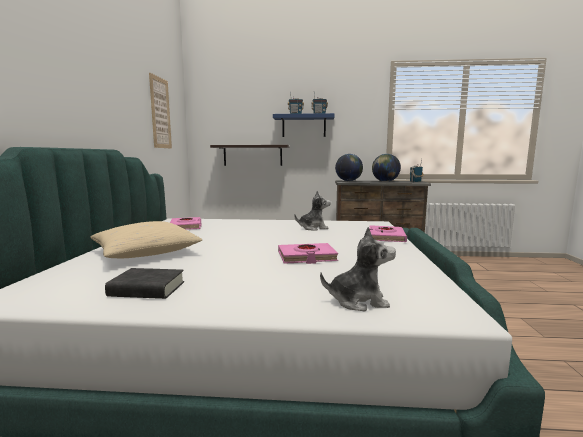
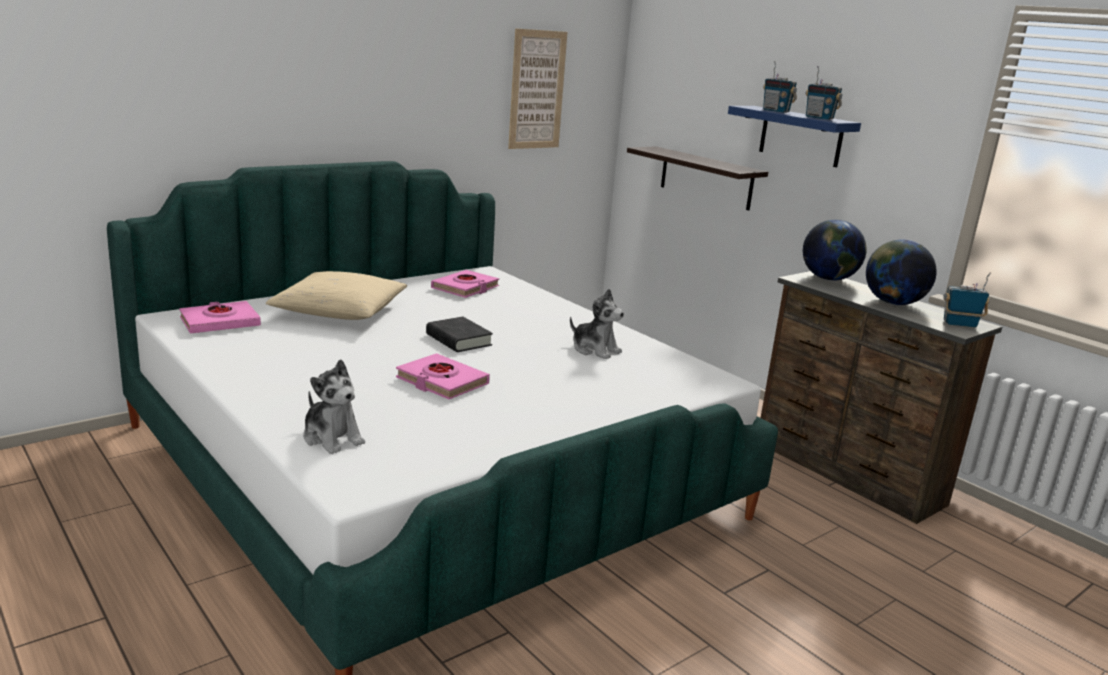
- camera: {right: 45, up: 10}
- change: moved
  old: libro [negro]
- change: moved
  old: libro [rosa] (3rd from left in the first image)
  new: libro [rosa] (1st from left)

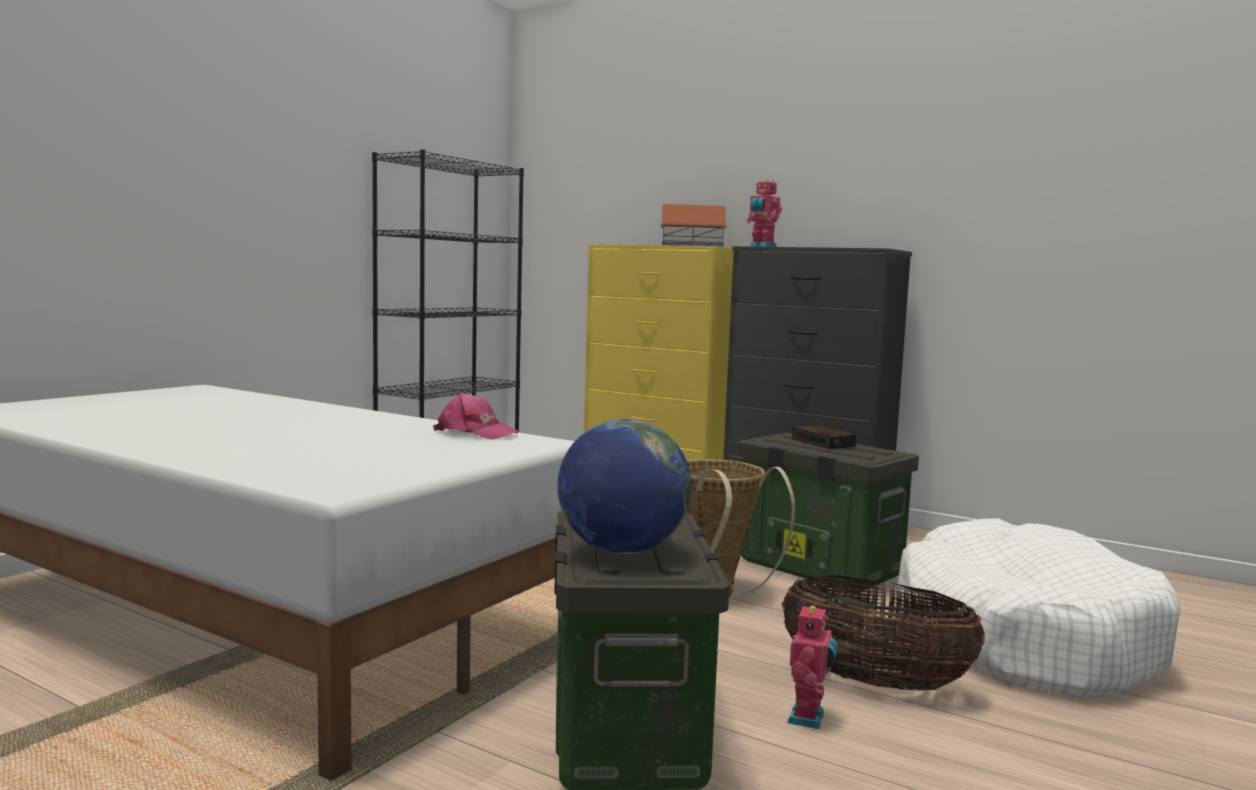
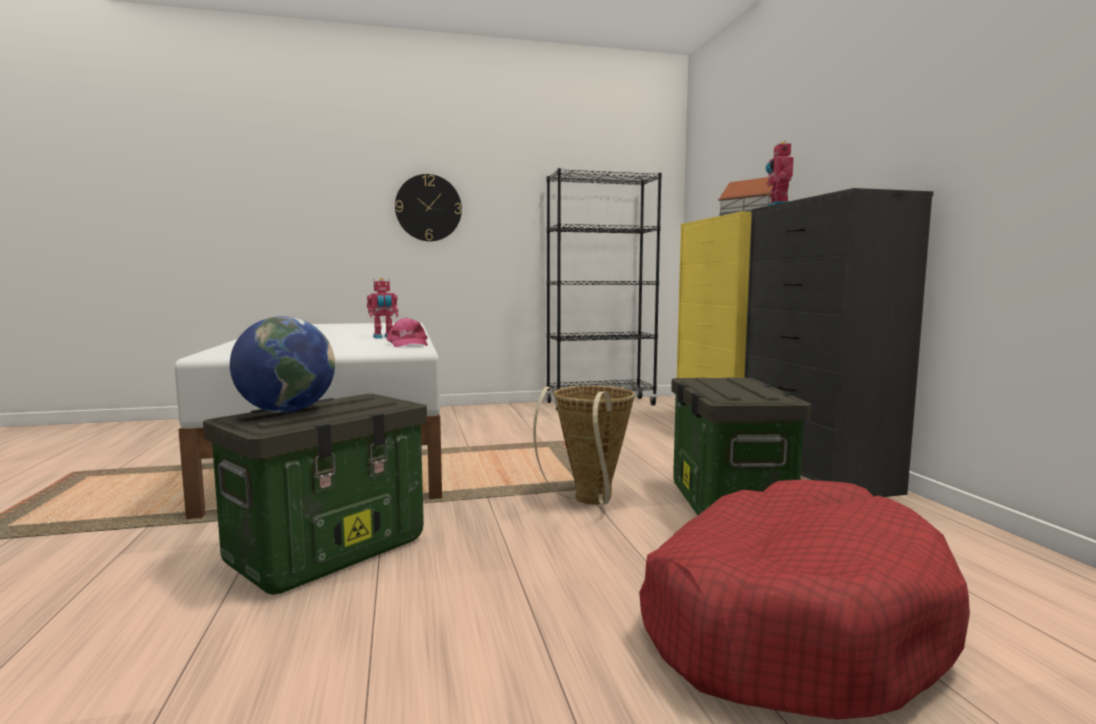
- camera: {right: 45, up: 0}
- change: removed
  old: cesta (2nd from left)
- change: removed
  old: despertador
- change: added
  new: reloj de pared
- change: moved
  old: robot de juguete (2nd from left in the first image)
  new: robot de juguete (1st from left)
- change: recoloured
  old: cama para perro [blanco]
  new: cama para perro [rojo]

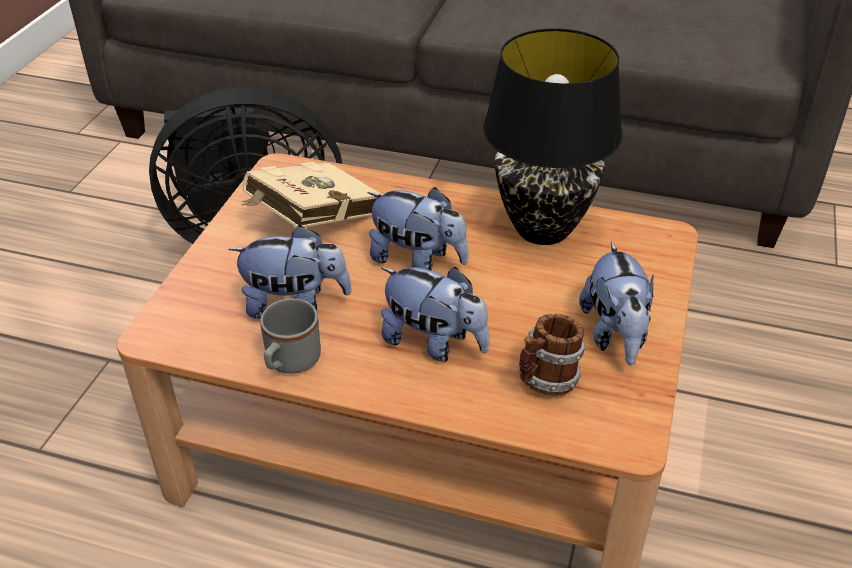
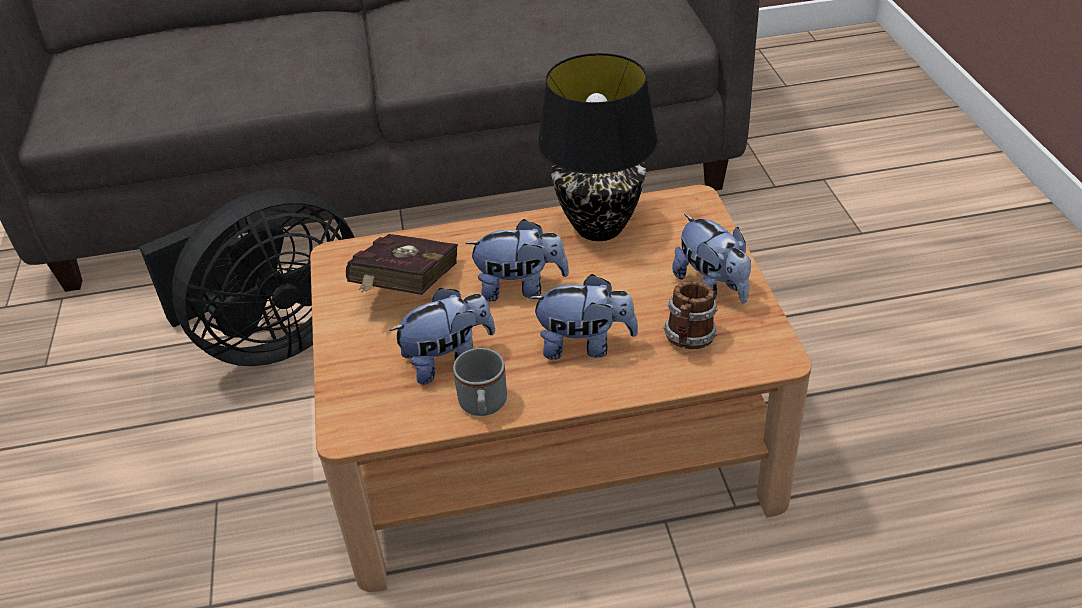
- camera: {right: -25, up: 0}
- change: recoloured
  old: libro [beis]
  new: libro [rojo]

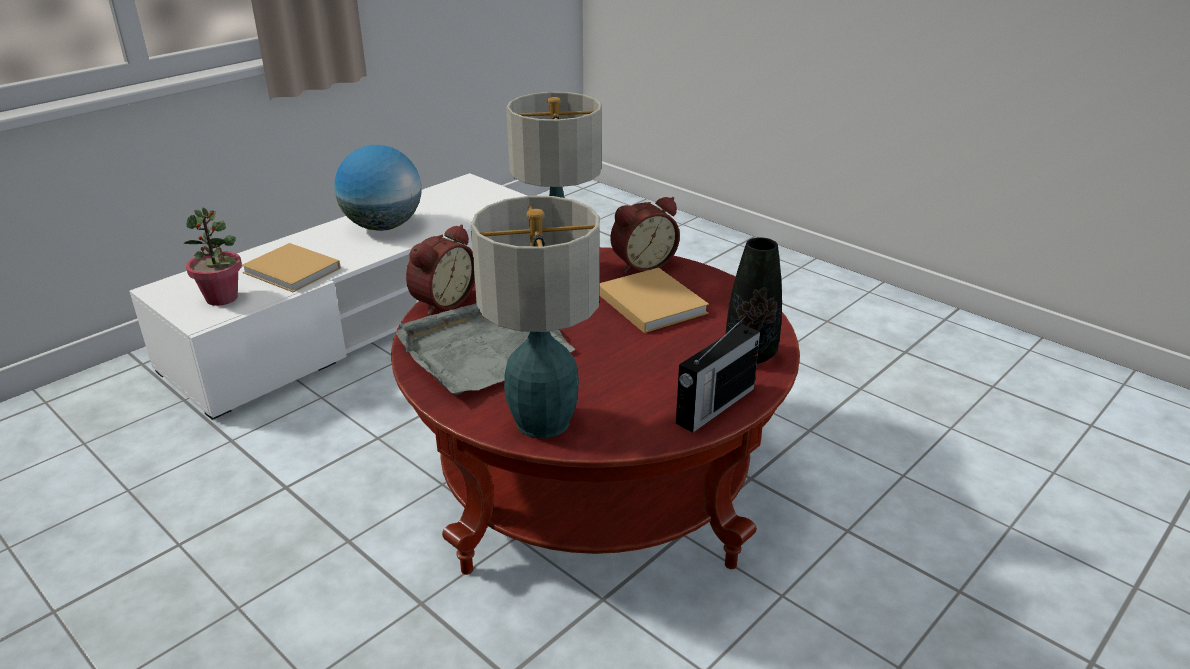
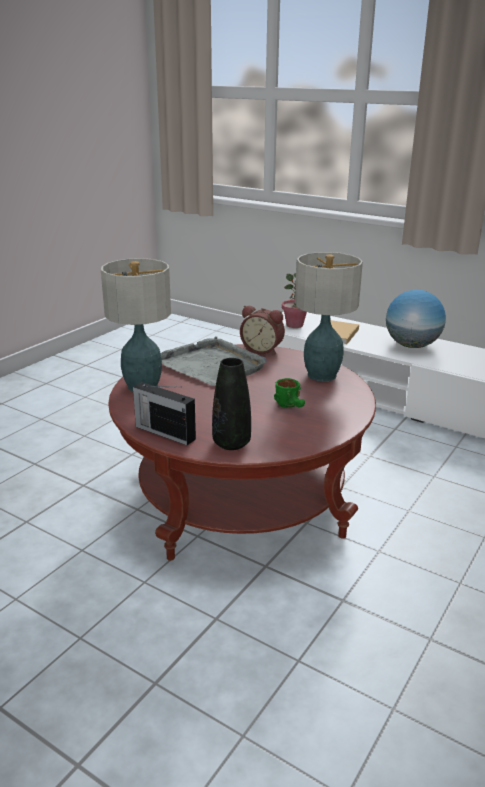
- camera: {right: 80, up: -5}
- change: removed
  old: despertador (2nd from left)
- change: replaced
  old: libro [beis] (2nd from left)
  new: taza grande [verde]

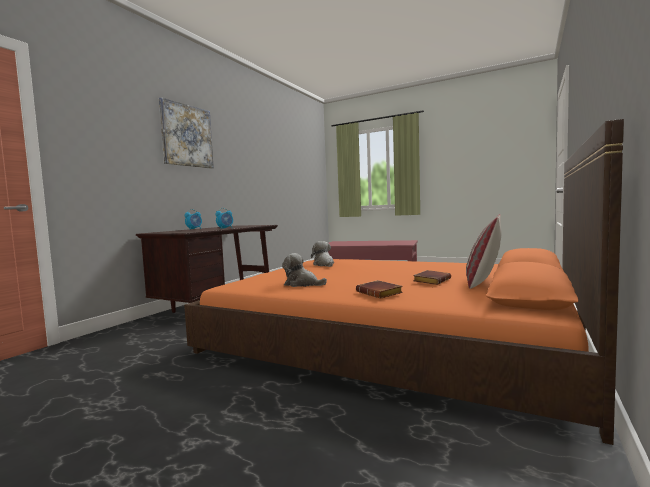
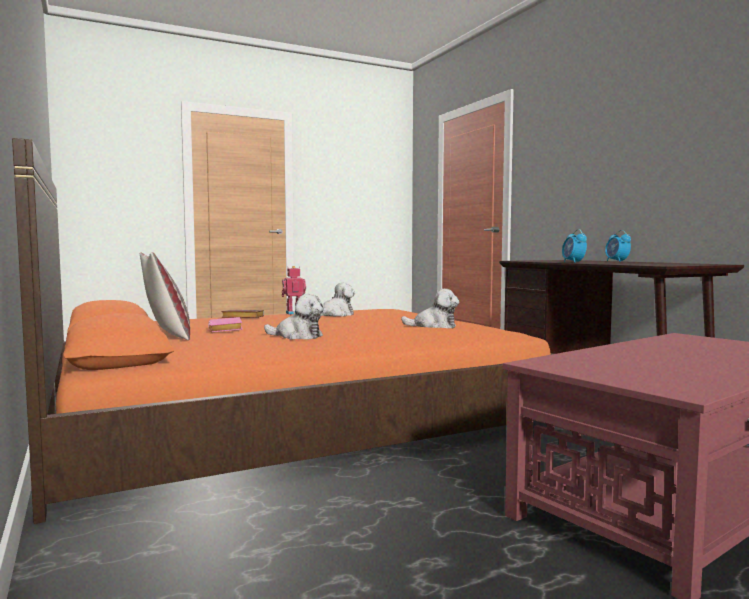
- camera: {right: 125, up: 0}
- change: removed
  old: cuadro
- change: added
  new: peluche (1st from left)
- change: added
  new: robot de juguete
- change: recoloured
  old: libro [marrón] (2nd from left)
  new: libro [rosa]

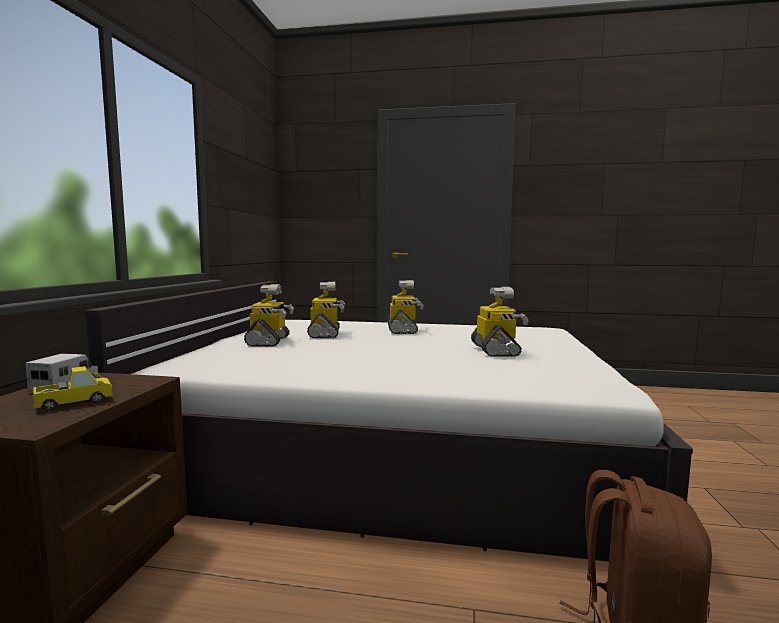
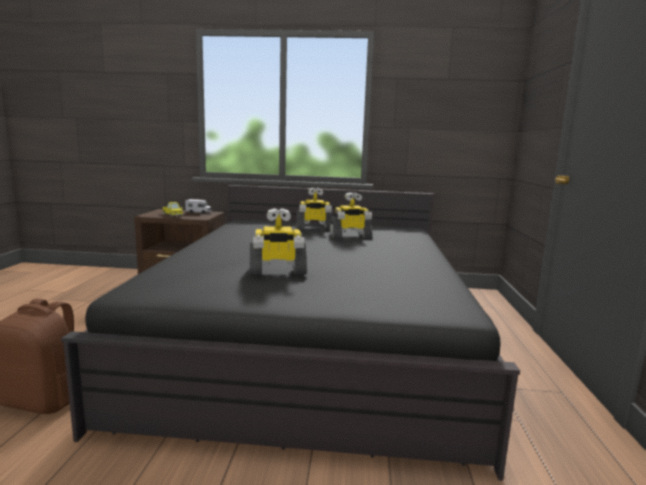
- camera: {right: 85, up: 5}
- change: removed
  old: robot de juguete (3rd from left)
- change: recoloured
  old: cama [blanco]
  new: cama [negro]

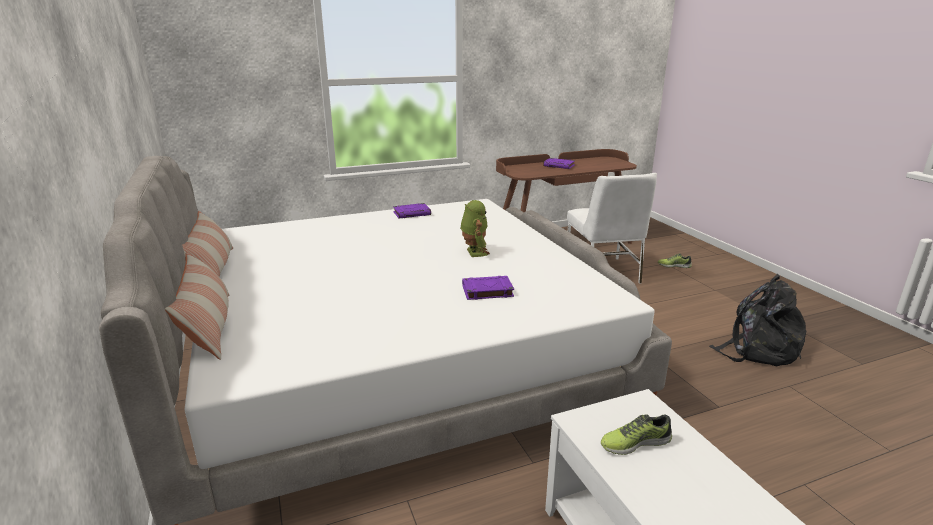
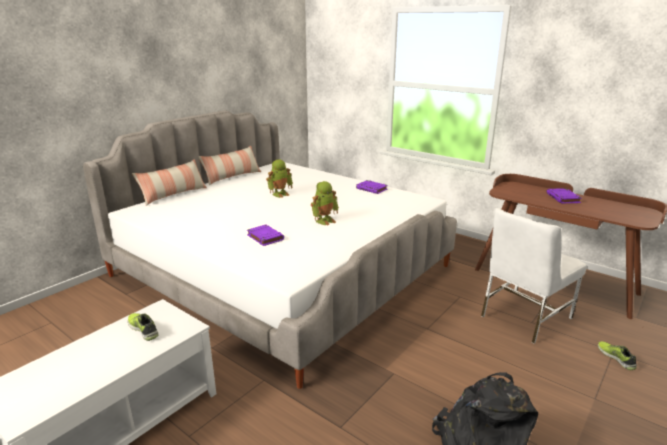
- camera: {right: 60, up: 0}
- change: added
  new: robot de juguete (1st from left)

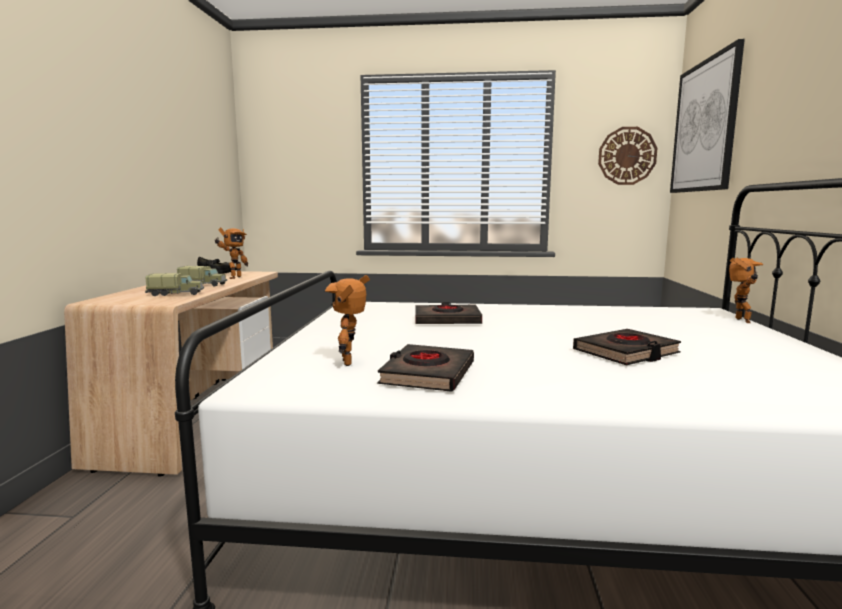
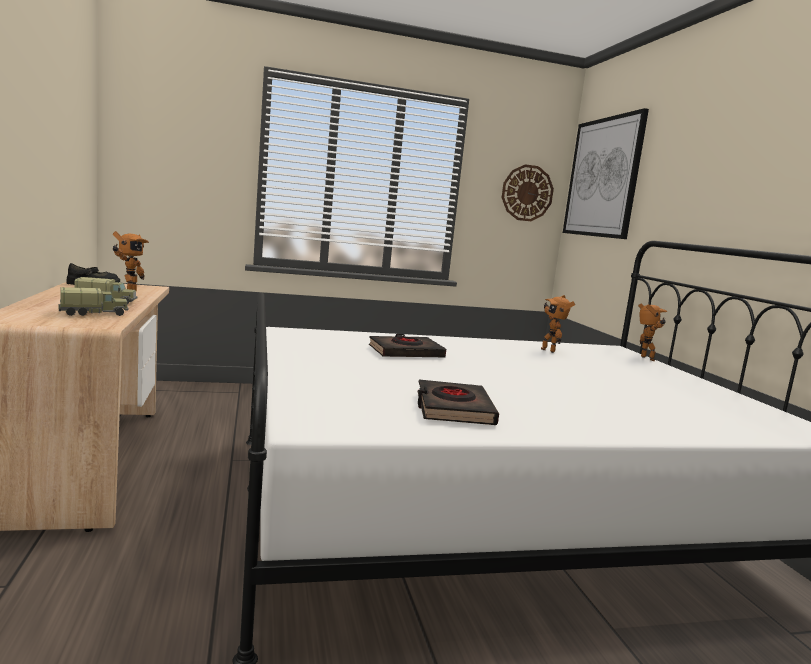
- camera: {right: -20, up: 0}
- change: removed
  old: libro [negro] (3rd from left)
- change: moved
  old: robot de juguete (2nd from left)

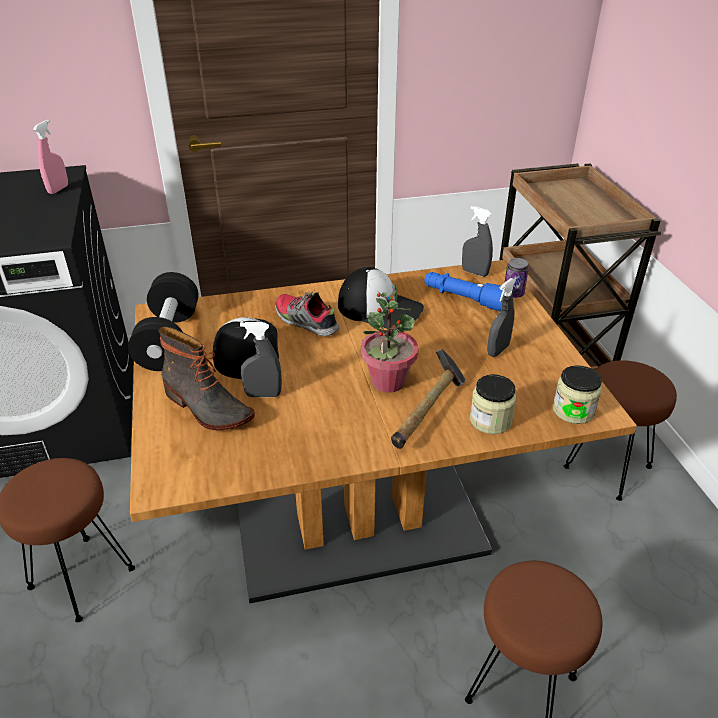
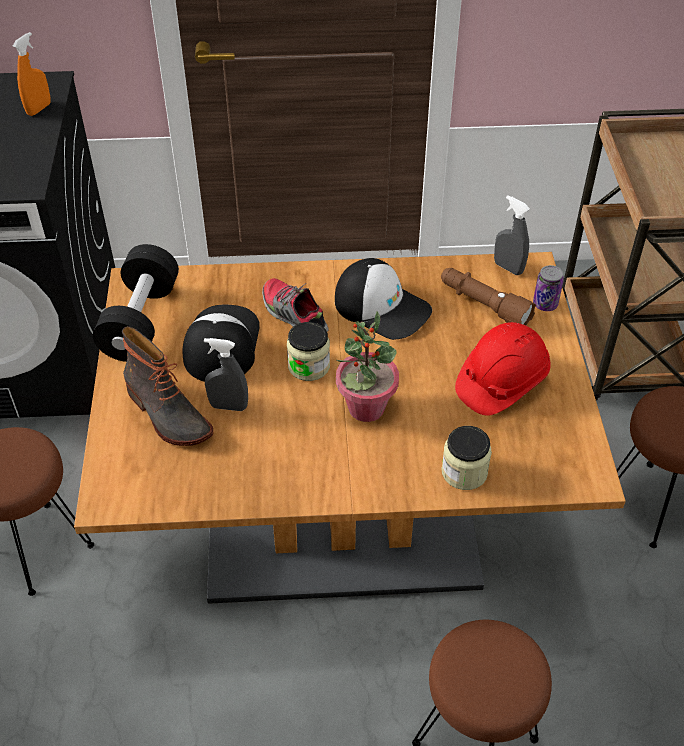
- camera: {right: 10, up: 10}
- change: removed
  old: martillo
- change: moved
  old: tarro (2nd from left in the first image)
  new: tarro (1st from left)
- change: replaced
  old: pulverizador [gris] (3rd from left)
  new: casco [rojo]
- change: recoloured
  old: pulverizador [rosa]
  new: pulverizador [naranja]
- change: recoloured
  old: linterna [azul]
  new: linterna [marrón]

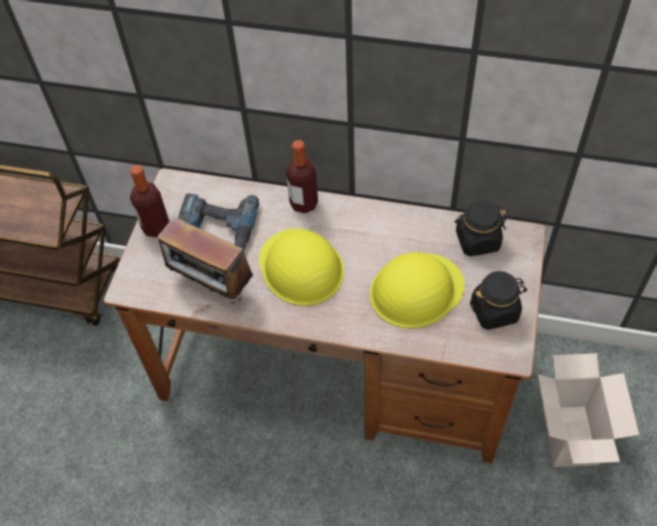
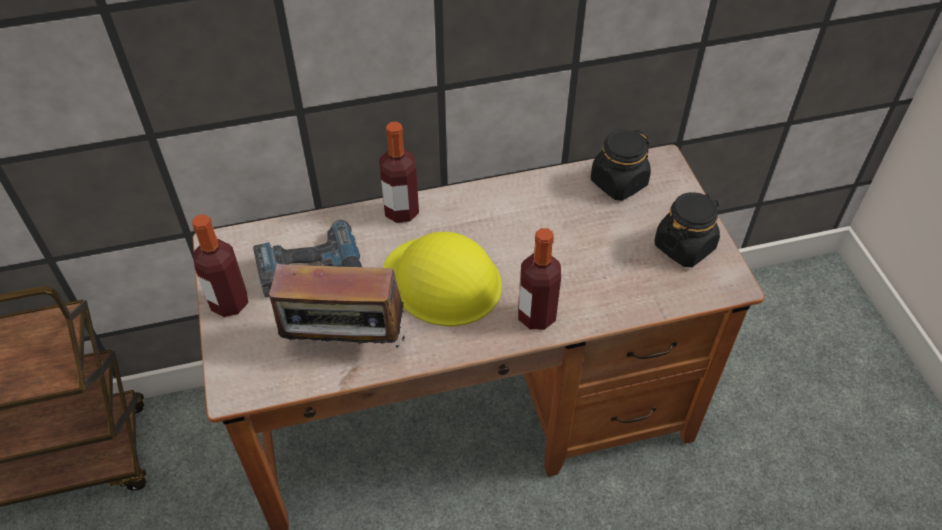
- camera: {right: -30, up: -5}
- change: removed
  old: casco [amarillo] (2nd from left)
- change: removed
  old: caja de cartón
- change: added
  new: botella (3rd from left)

